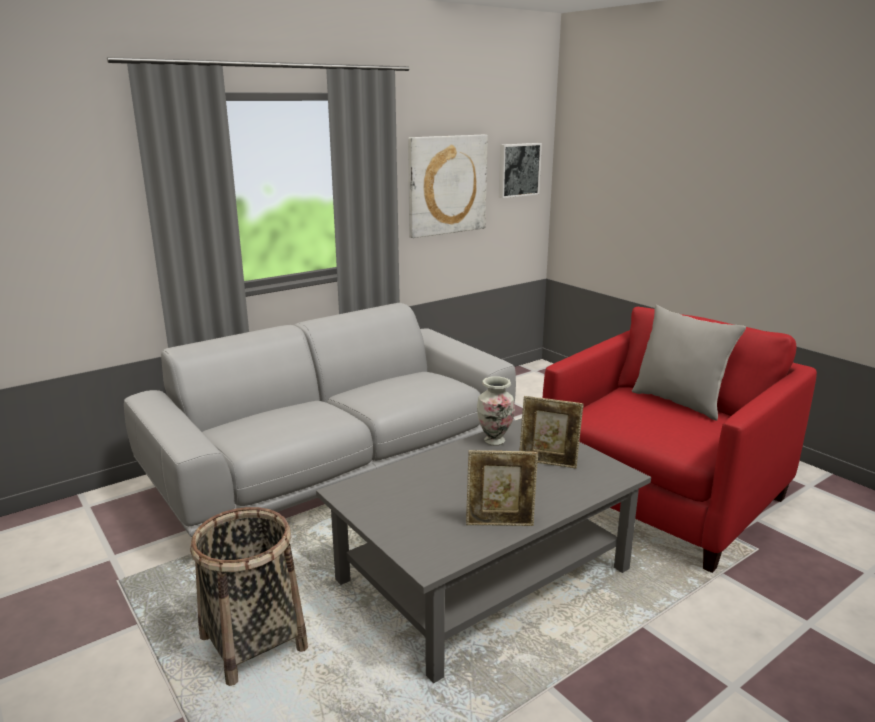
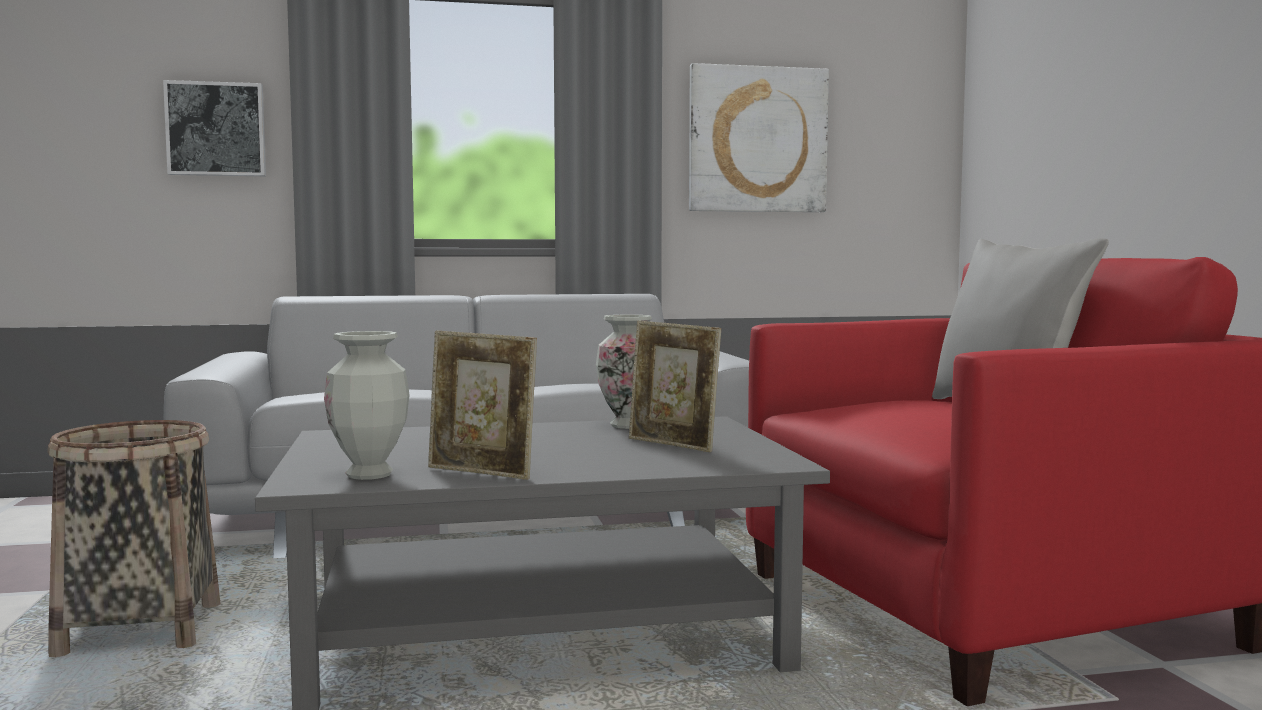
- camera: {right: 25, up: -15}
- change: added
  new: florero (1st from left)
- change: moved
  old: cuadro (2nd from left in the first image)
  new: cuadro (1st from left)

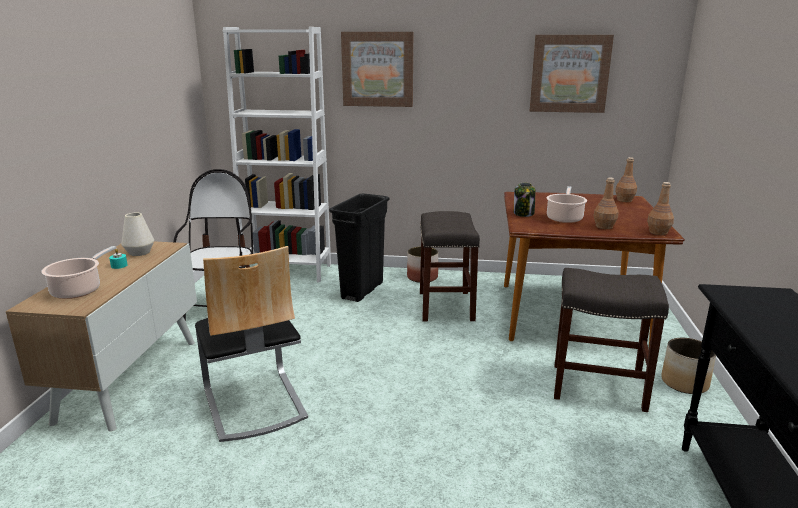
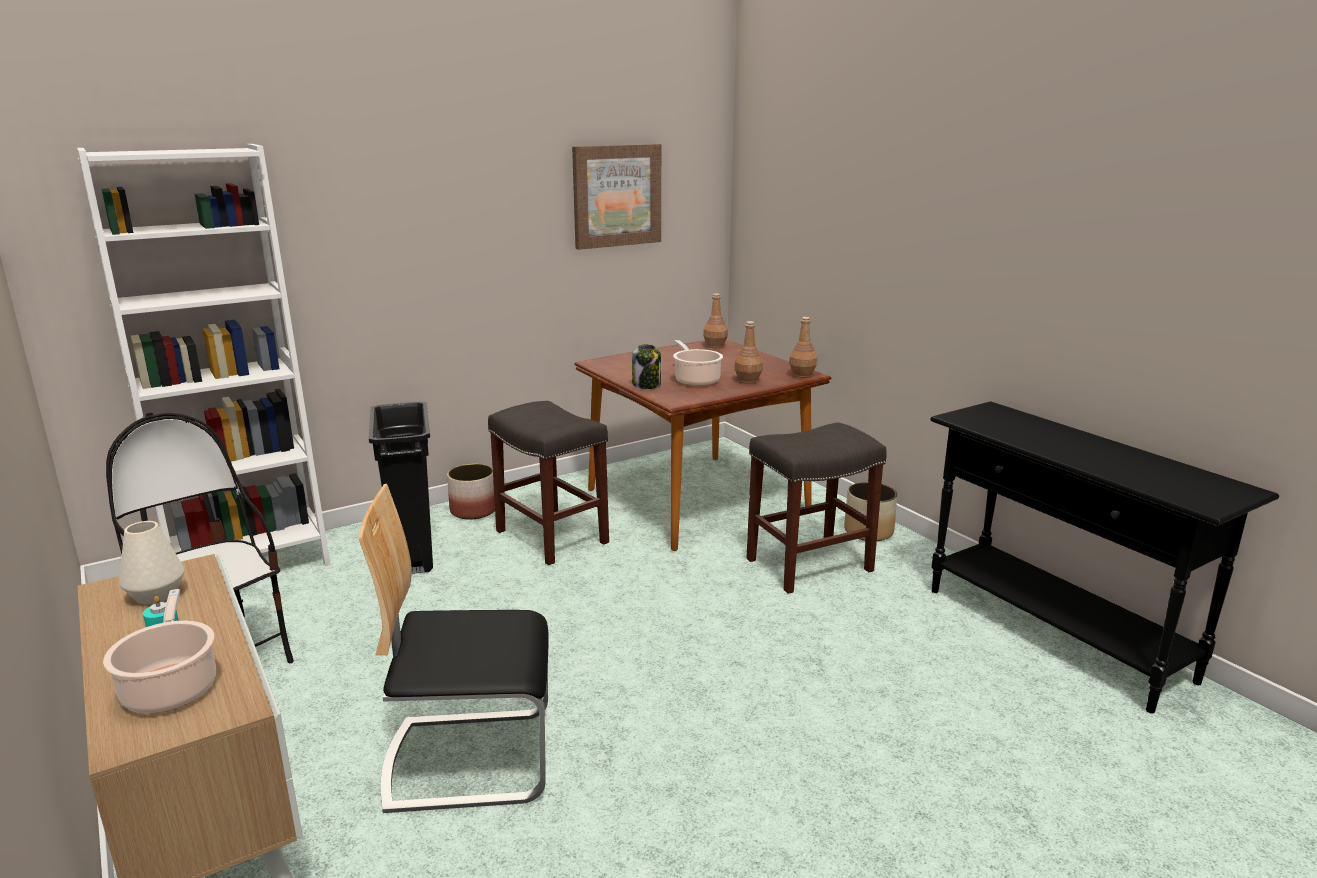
- camera: {right: -40, up: 0}
- change: removed
  old: cuadro (1st from left)
- change: turned
  old: silla (2nd from left)
  degrees: 150

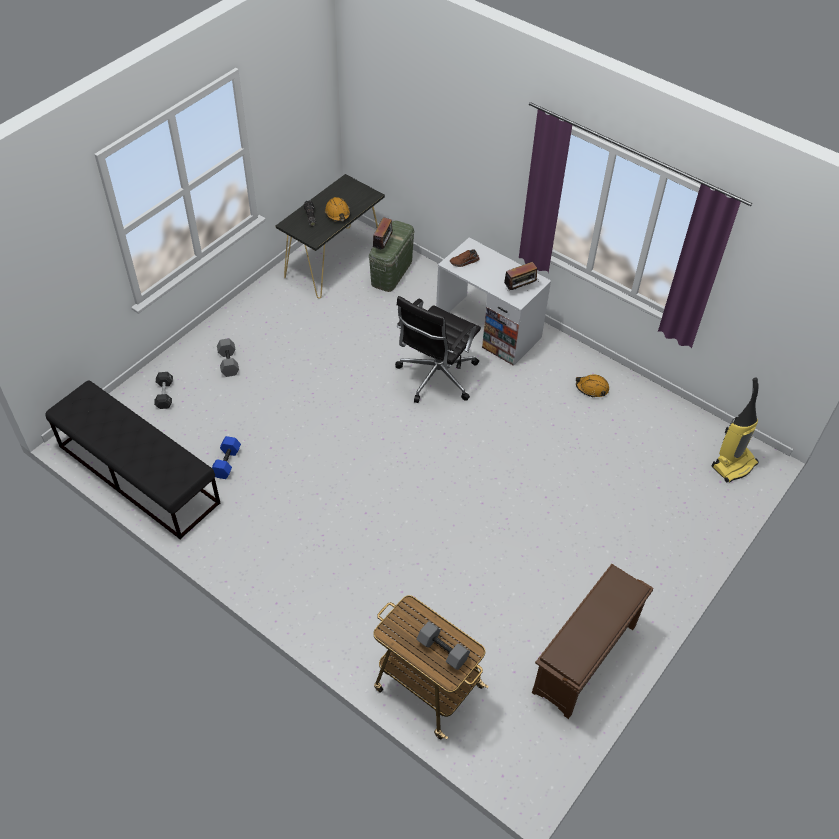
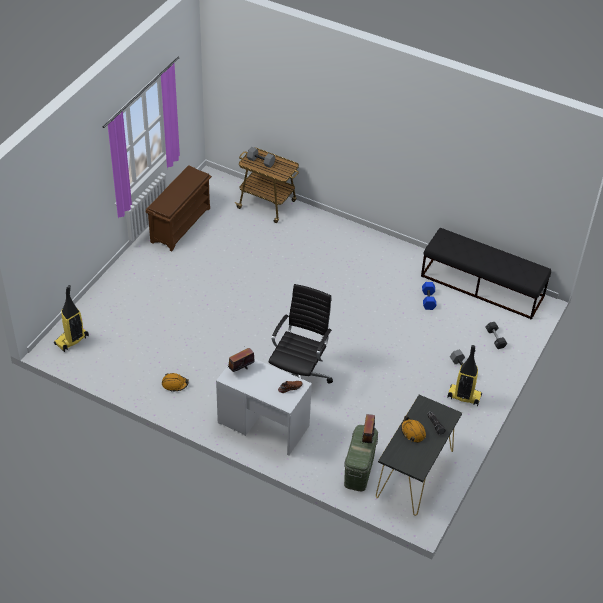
- camera: {right: 170, up: -5}
- change: added
  new: aspiradora (2nd from left)

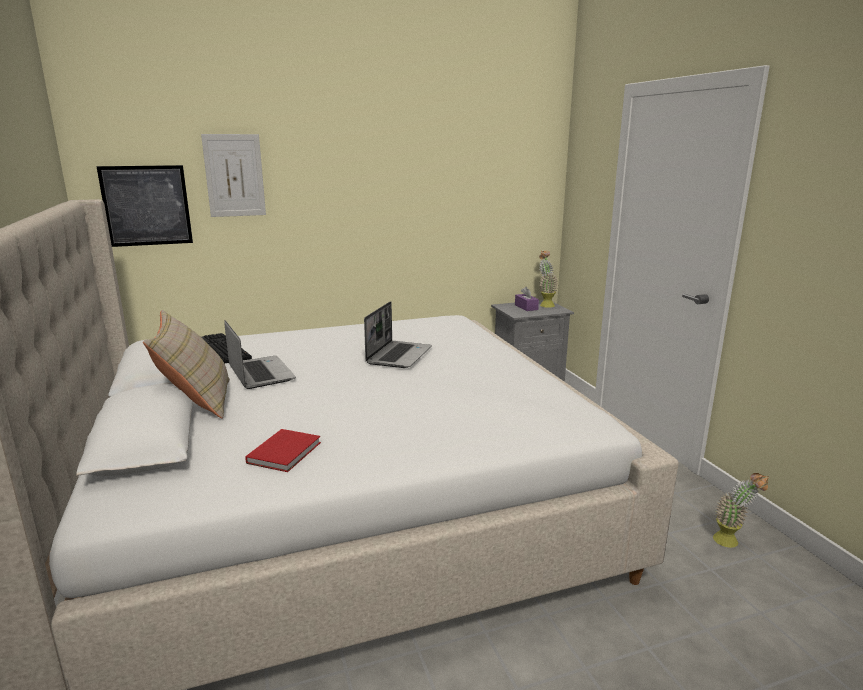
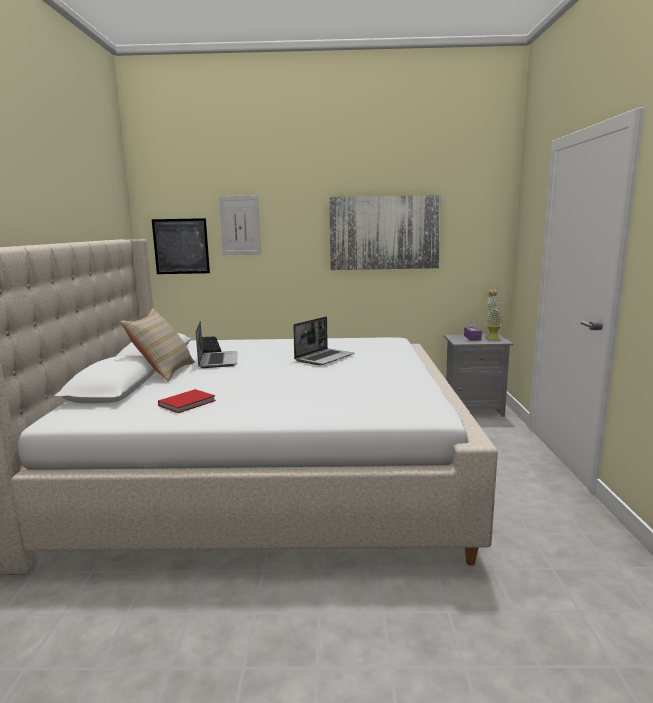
- camera: {right: 20, up: -5}
- change: removed
  old: planta en maceta (2nd from left)
- change: added
  new: cuadro (3rd from left)

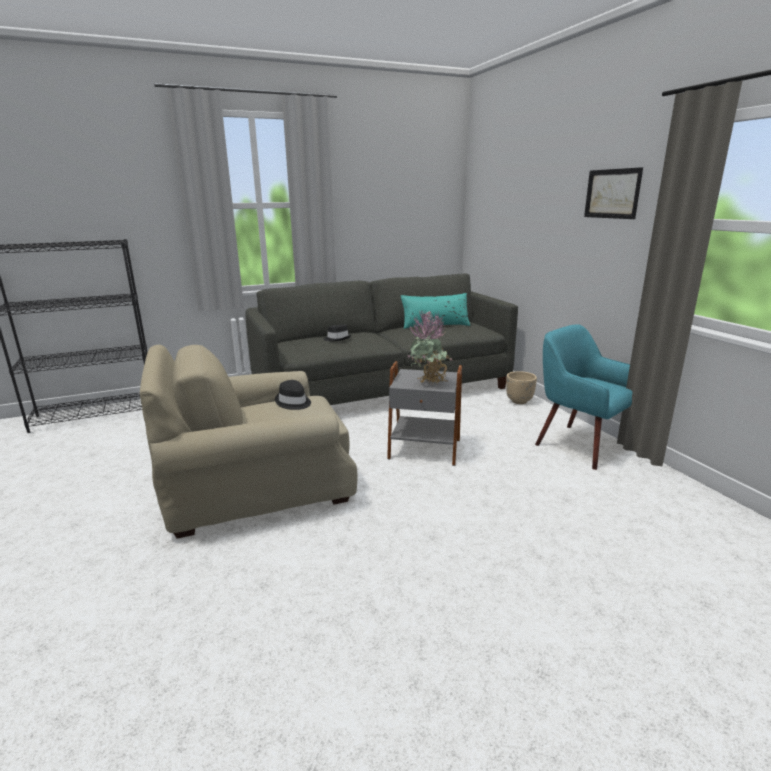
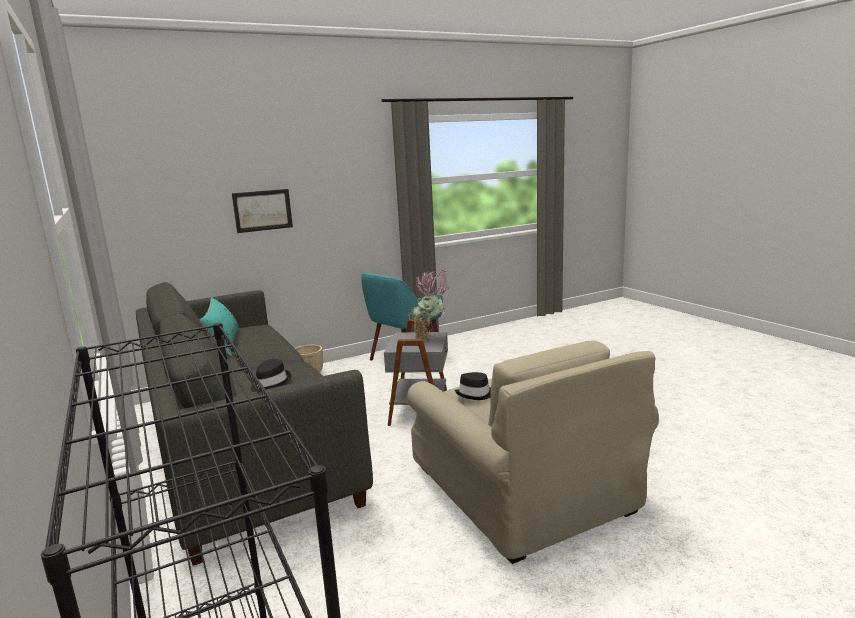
- camera: {right: -95, up: -5}
- change: moved
  old: cuadro

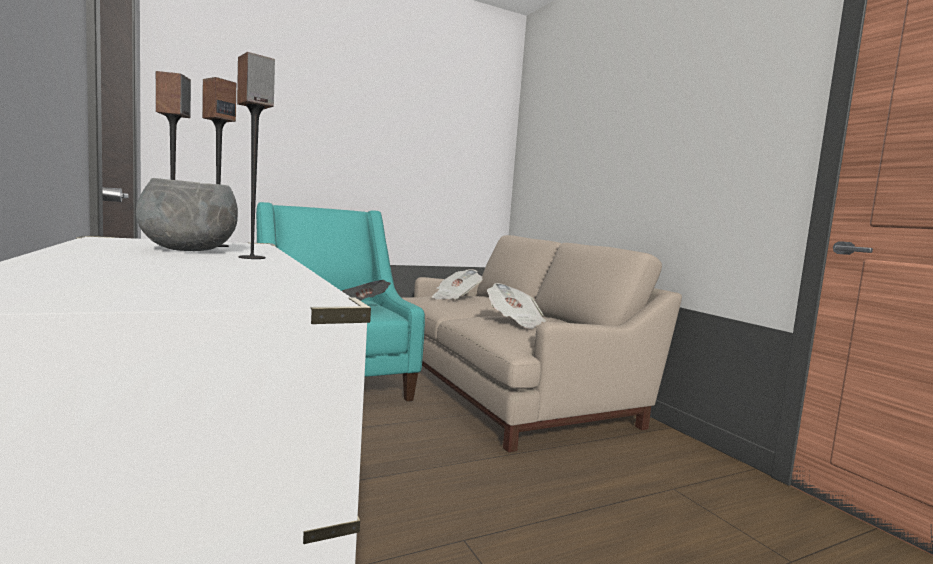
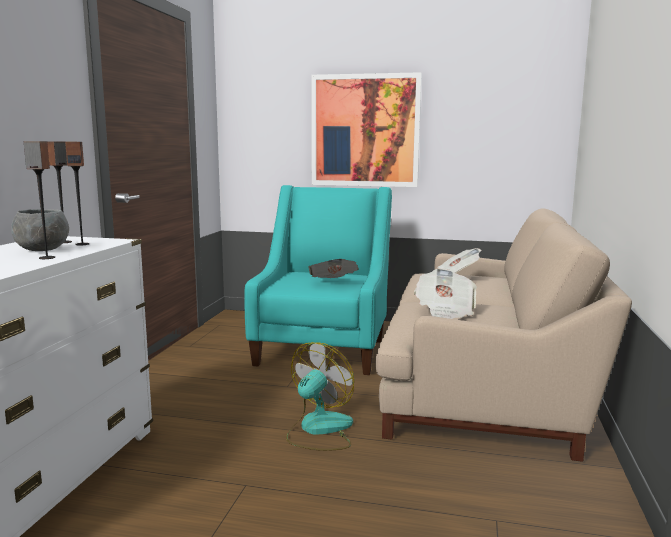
- camera: {right: 40, up: 5}
- change: added
  new: ventilador
- change: added
  new: cuadro

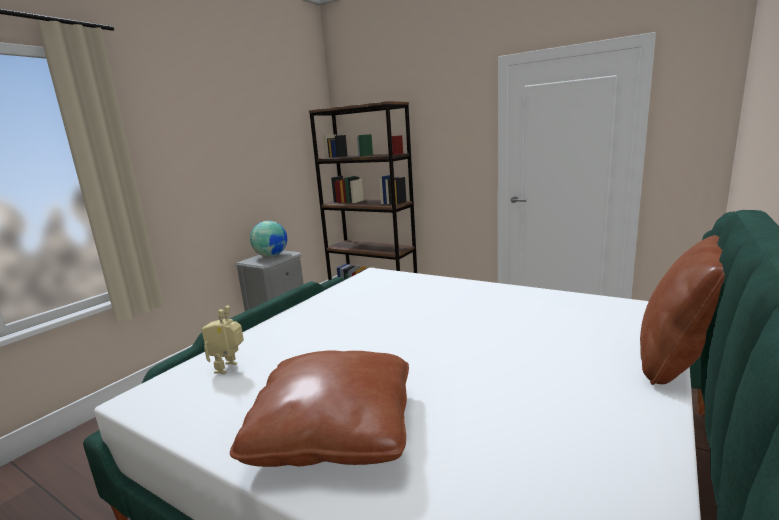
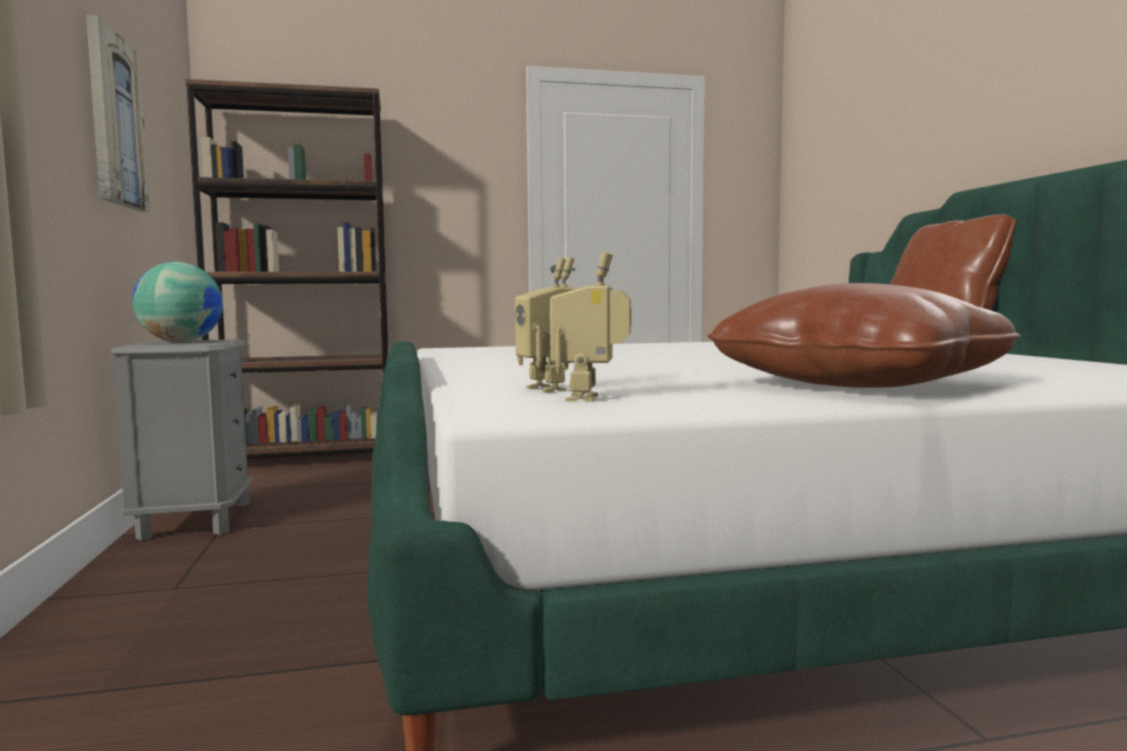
- camera: {right: -45, up: -10}
- change: added
  new: cuadro
- change: added
  new: robot de juguete (2nd from left)

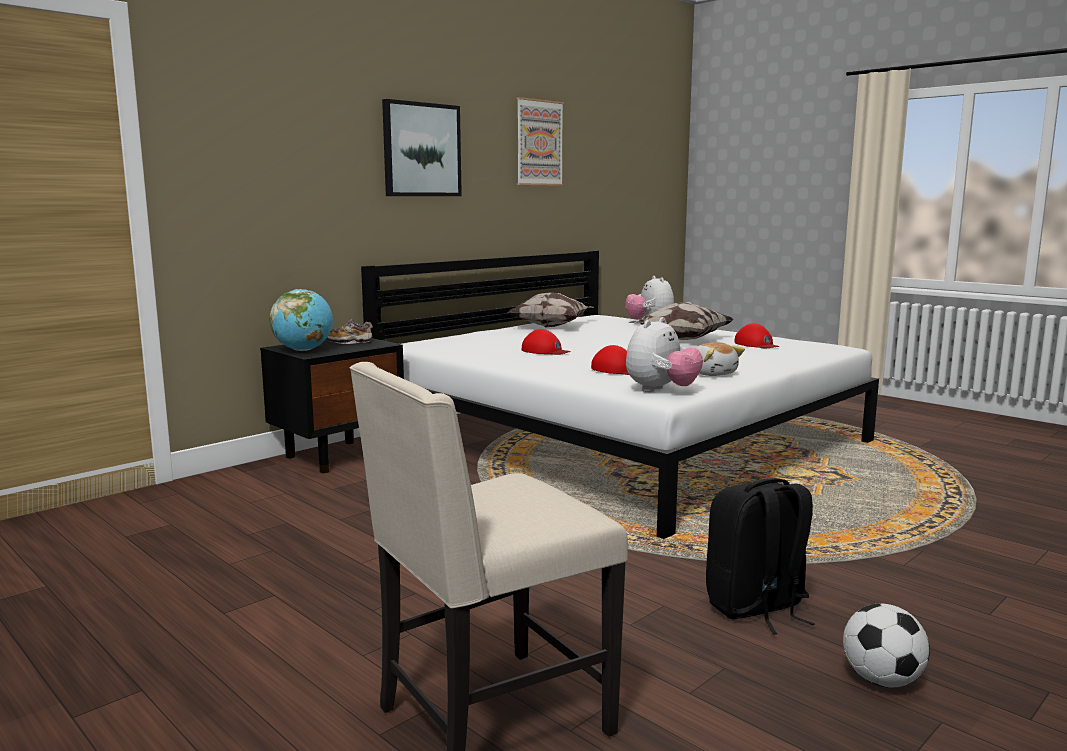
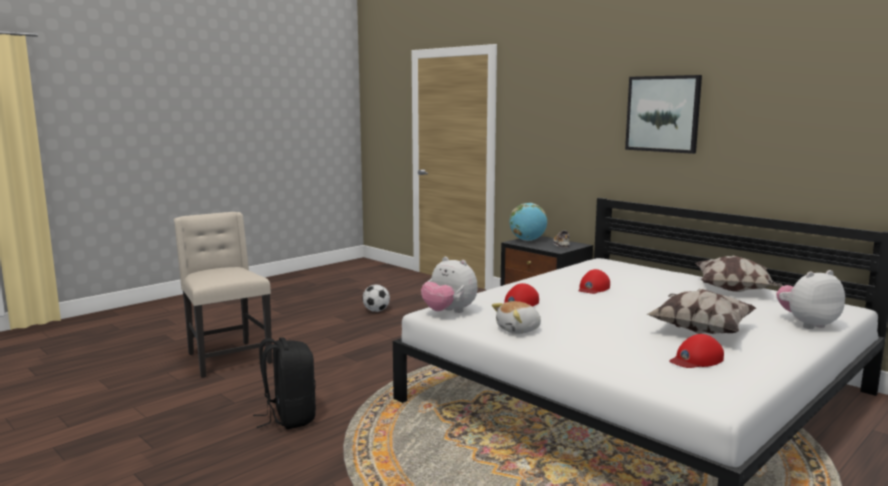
- camera: {right: 90, up: 0}
- change: removed
  old: cuadro (2nd from left)
- change: moved
  old: balón de fútbol

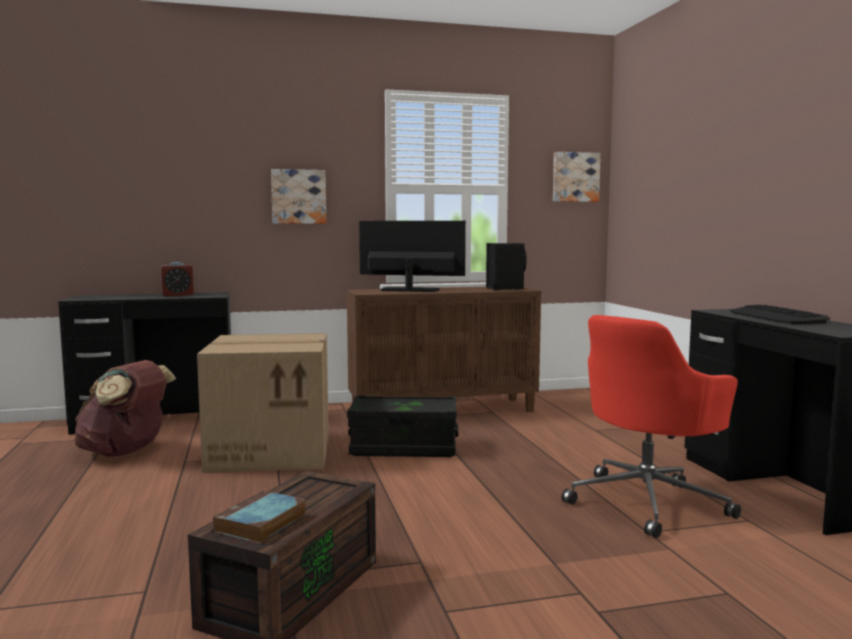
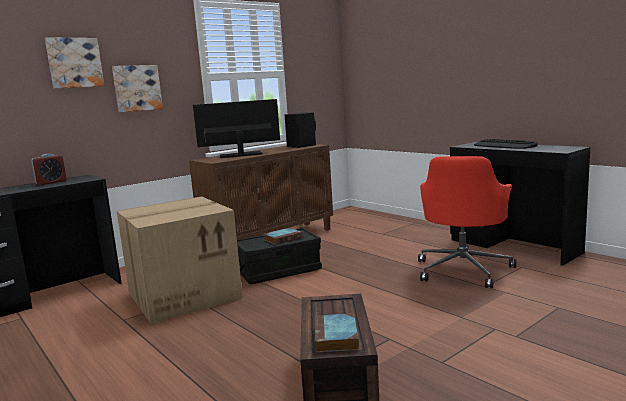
- camera: {right: -25, up: 5}
- change: removed
  old: mochila [marrón]
- change: added
  new: libro (1st from left)
- change: moved
  old: cuadro (2nd from left in the first image)
  new: cuadro (1st from left)

